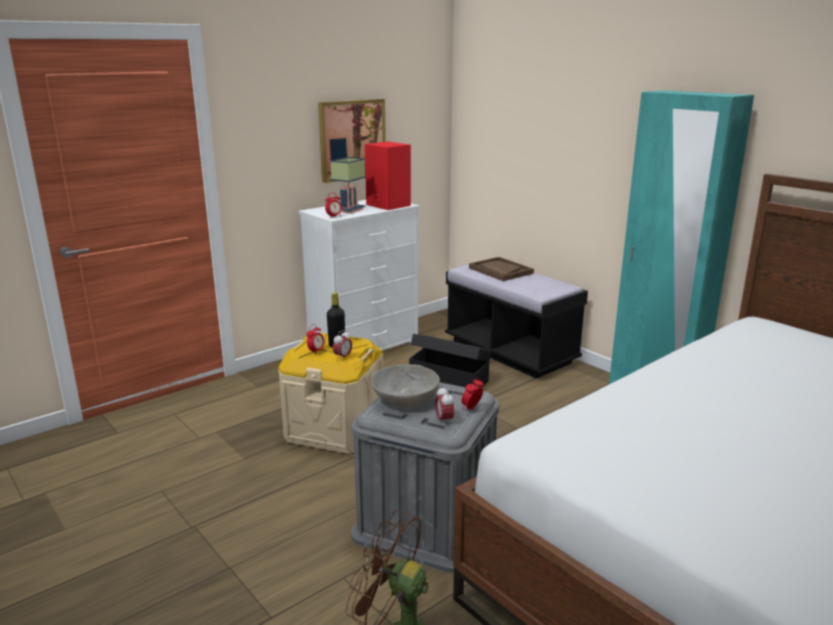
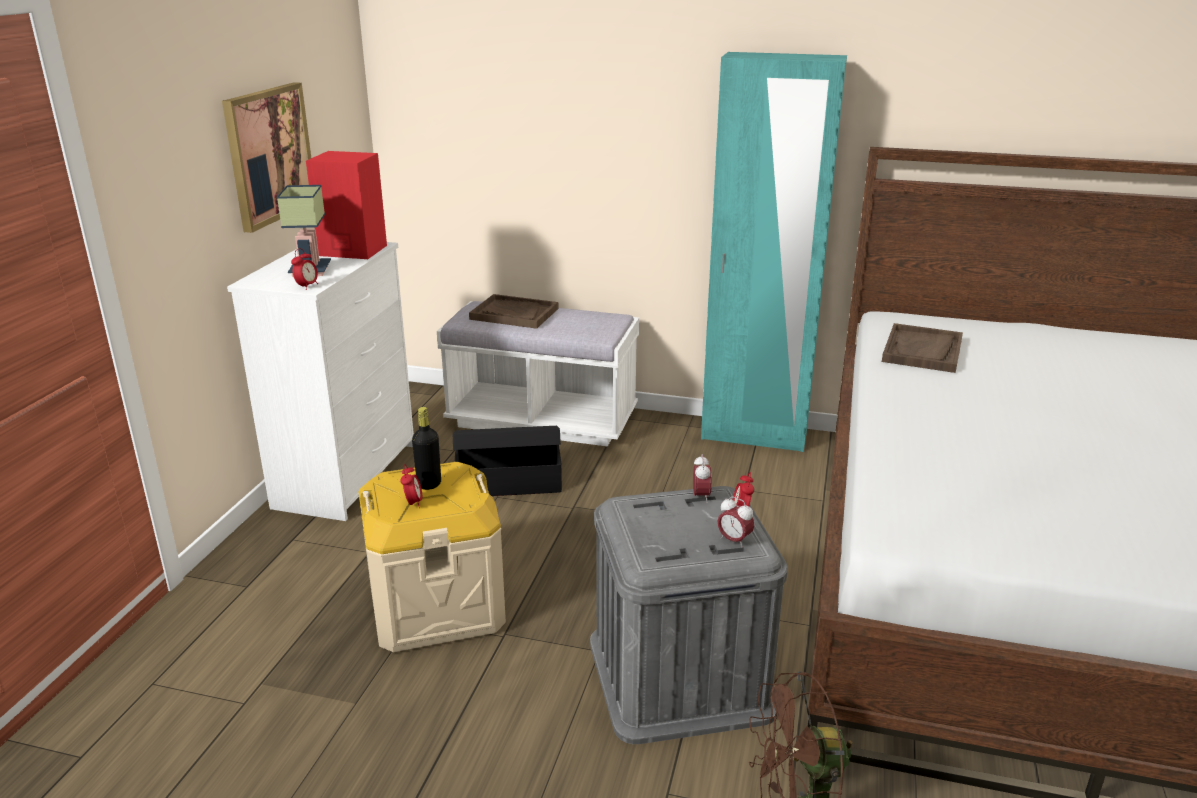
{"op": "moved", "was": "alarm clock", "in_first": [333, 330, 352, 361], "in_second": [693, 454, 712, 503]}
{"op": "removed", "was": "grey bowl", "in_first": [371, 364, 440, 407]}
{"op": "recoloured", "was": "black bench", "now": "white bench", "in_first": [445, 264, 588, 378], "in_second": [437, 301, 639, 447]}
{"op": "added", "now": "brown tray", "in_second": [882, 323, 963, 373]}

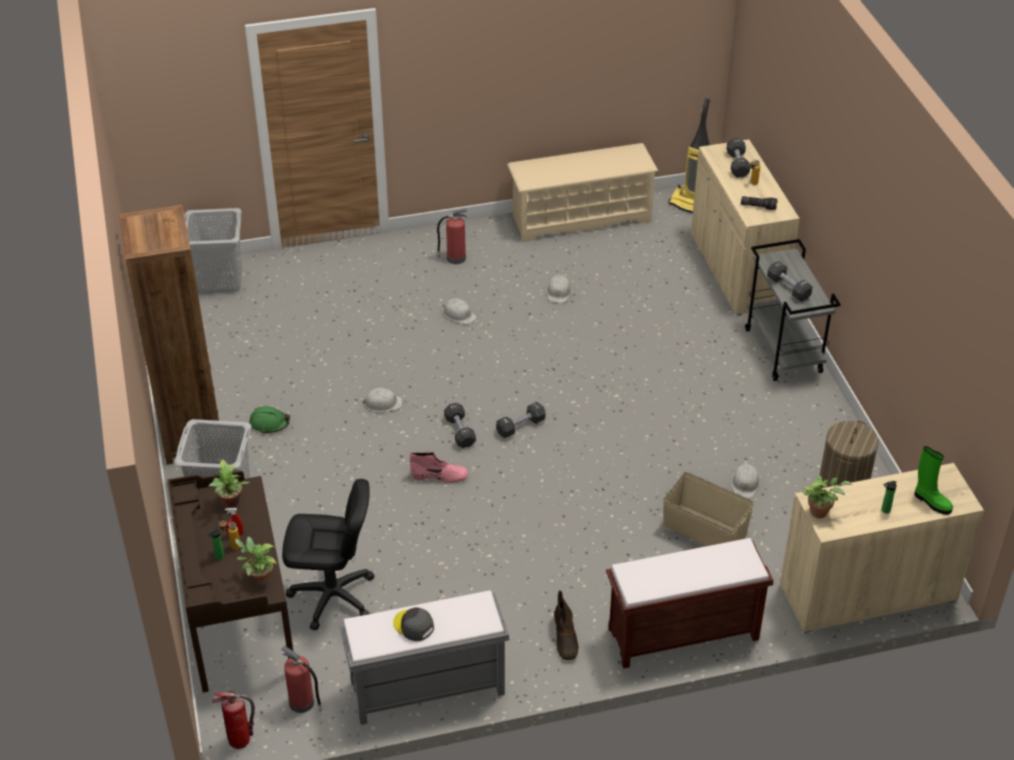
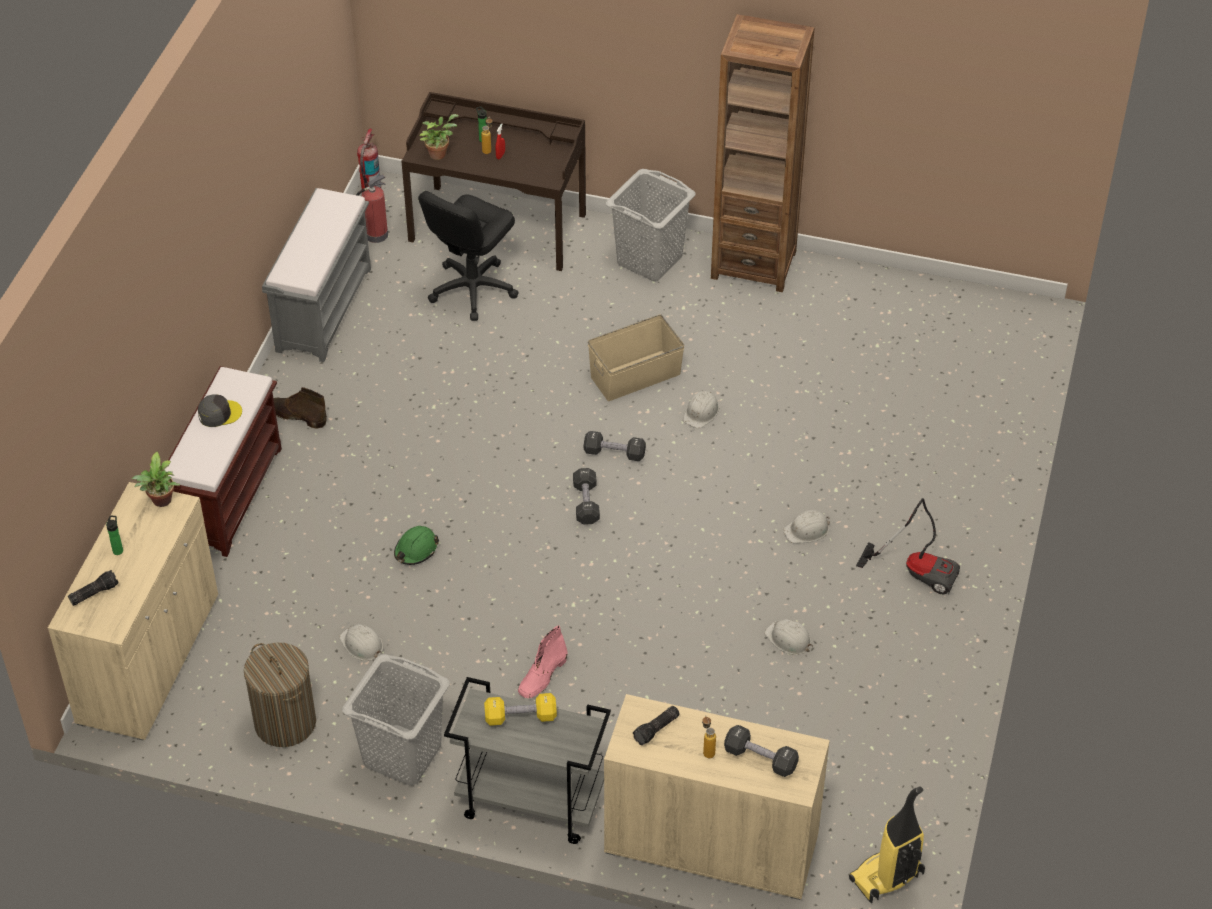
{"op": "moved", "was": "grey laundry basket", "in_first": [184, 208, 242, 294], "in_second": [342, 654, 450, 785]}
{"op": "removed", "was": "potted plant", "in_first": [208, 459, 250, 508]}
{"op": "moved", "was": "green hard hat", "in_first": [249, 406, 290, 434], "in_second": [394, 526, 439, 565]}
{"op": "moved", "was": "grey cap", "in_first": [393, 607, 434, 641], "in_second": [198, 394, 242, 427]}
{"op": "moved", "was": "pink boot", "in_first": [410, 451, 468, 483], "in_second": [518, 625, 568, 698]}
{"op": "replaced", "was": "fire extinguisher", "now": "vacuum cleaner", "in_first": [437, 209, 467, 264], "in_second": [856, 498, 960, 595]}
{"op": "removed", "was": "beige shoe rack", "in_first": [507, 143, 658, 242]}
{"op": "moved", "was": "beige storage box", "in_first": [663, 472, 754, 546], "in_second": [588, 314, 685, 401]}
{"op": "recoloured", "was": "black dumbbell", "now": "yellow dumbbell", "in_first": [767, 261, 813, 301], "in_second": [484, 693, 557, 726]}
{"op": "replaced", "was": "green boot", "now": "flashlight", "in_first": [914, 446, 953, 515], "in_second": [68, 570, 119, 606]}

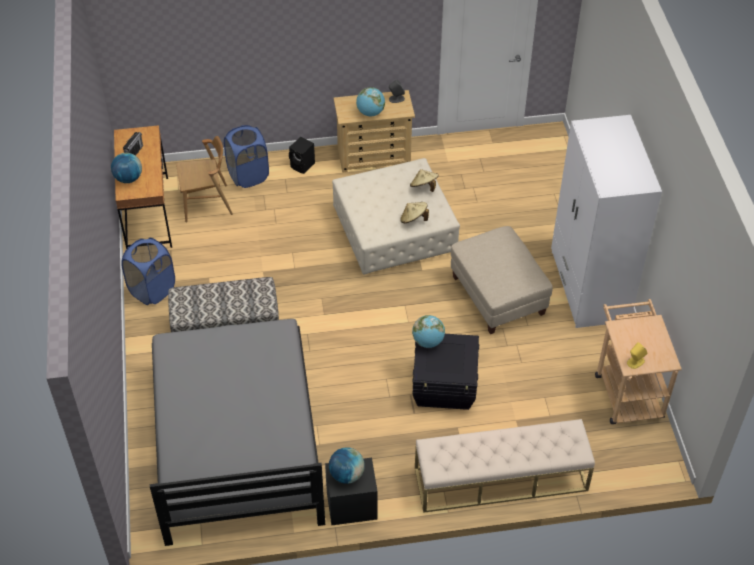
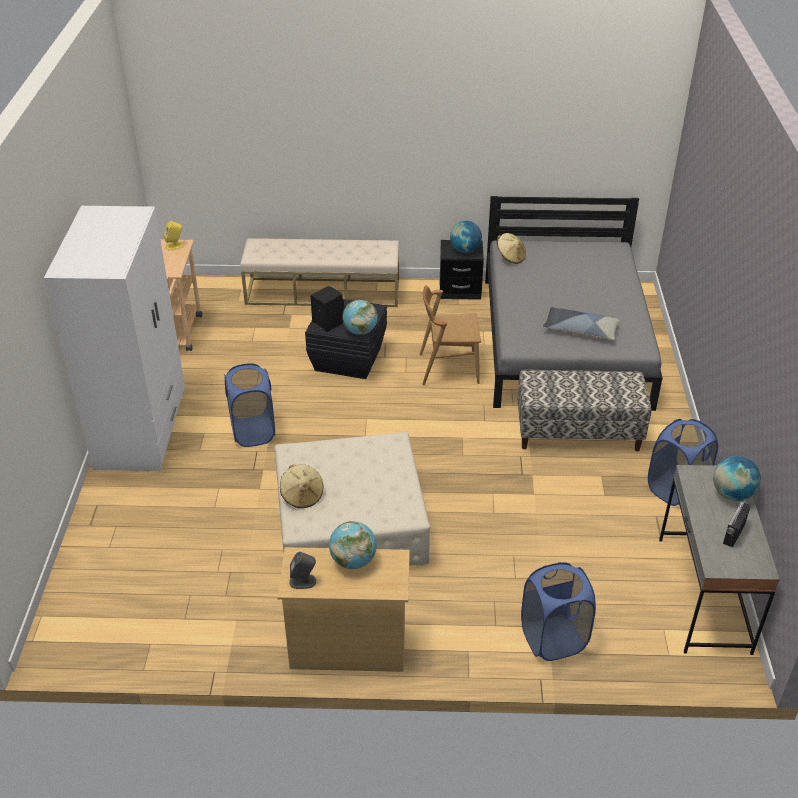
{"op": "recoloured", "was": "brown desk", "now": "grey desk", "in_first": [114, 125, 172, 249], "in_second": [659, 465, 780, 655]}
{"op": "moved", "was": "brown chair", "in_first": [176, 136, 233, 223], "in_second": [420, 286, 481, 385]}
{"op": "moved", "was": "black speaker", "in_first": [289, 137, 315, 174], "in_second": [310, 286, 344, 332]}
{"op": "moved", "was": "beige hat", "in_first": [400, 202, 429, 223], "in_second": [497, 233, 526, 264]}
{"op": "replaced", "was": "beige ottoman", "now": "blue laundry basket", "in_first": [451, 226, 553, 334], "in_second": [225, 363, 275, 447]}
{"op": "added", "now": "pillow", "in_second": [543, 307, 620, 340]}

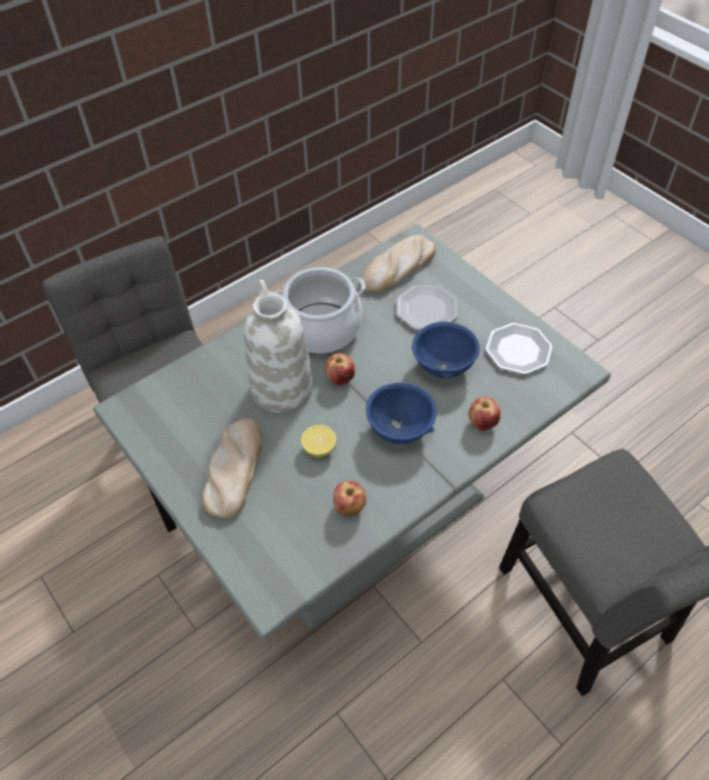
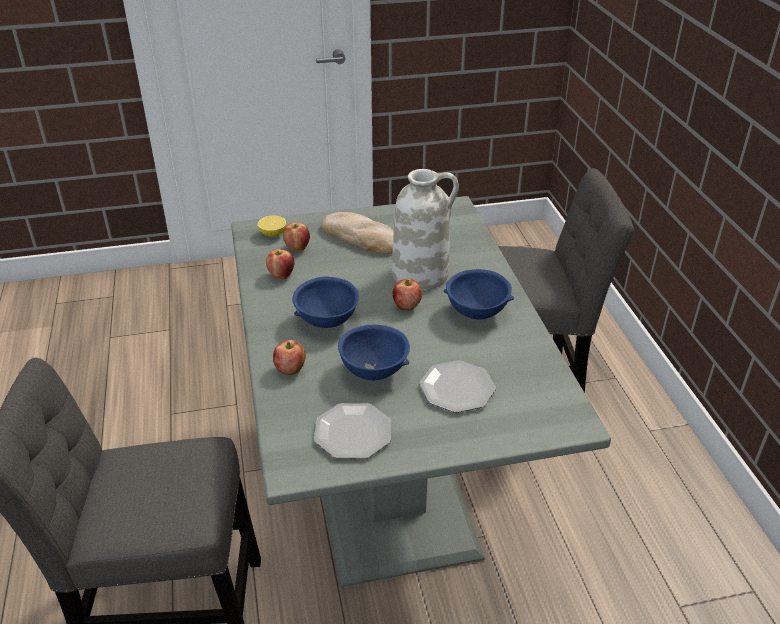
{"op": "replaced", "was": "cooking pot", "now": "blue bowl", "in_first": [273, 267, 366, 353], "in_second": [444, 269, 514, 319]}
{"op": "moved", "was": "lemon", "in_first": [301, 425, 336, 457], "in_second": [258, 216, 286, 237]}
{"op": "removed", "was": "bread", "in_first": [359, 235, 436, 292]}
{"op": "added", "now": "apple", "in_second": [283, 223, 310, 251]}

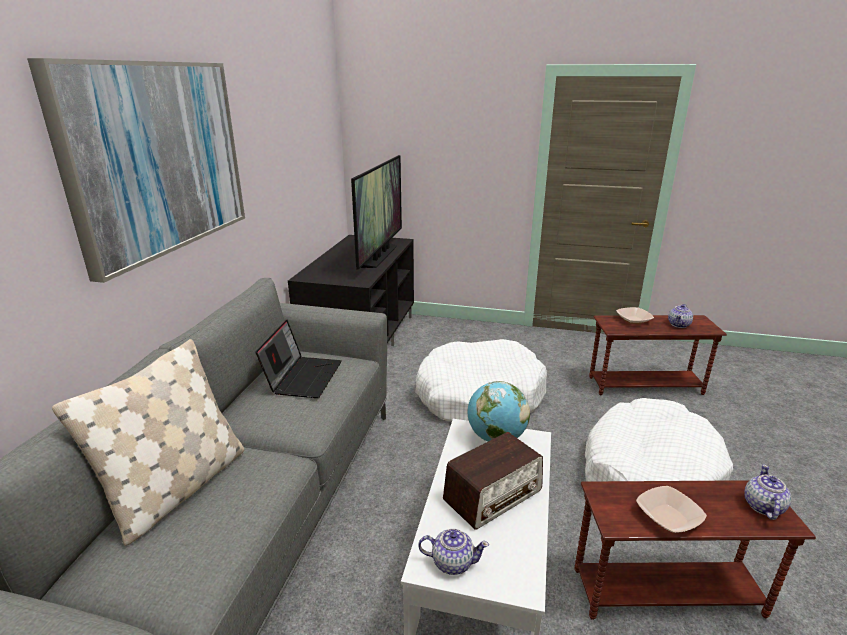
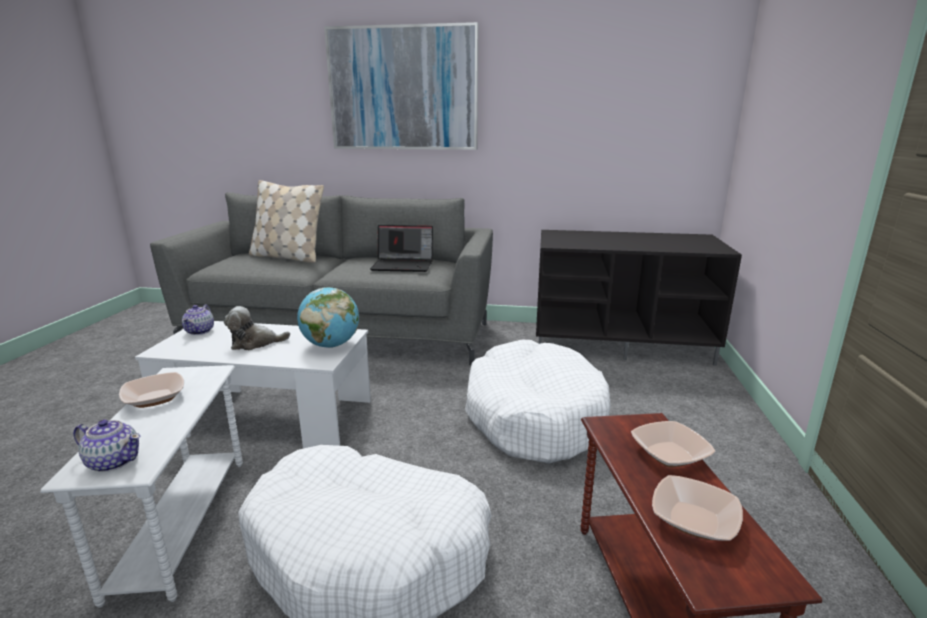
{"op": "removed", "was": "television", "in_first": [351, 155, 402, 270]}
{"op": "replaced", "was": "radio", "now": "plush toy", "in_first": [443, 432, 543, 530], "in_second": [224, 306, 290, 350]}
{"op": "recoloured", "was": "brown side table", "now": "white side table", "in_first": [574, 480, 816, 620], "in_second": [40, 365, 243, 608]}
{"op": "replaced", "was": "teapot", "now": "bowl", "in_first": [668, 304, 693, 328], "in_second": [652, 475, 743, 541]}

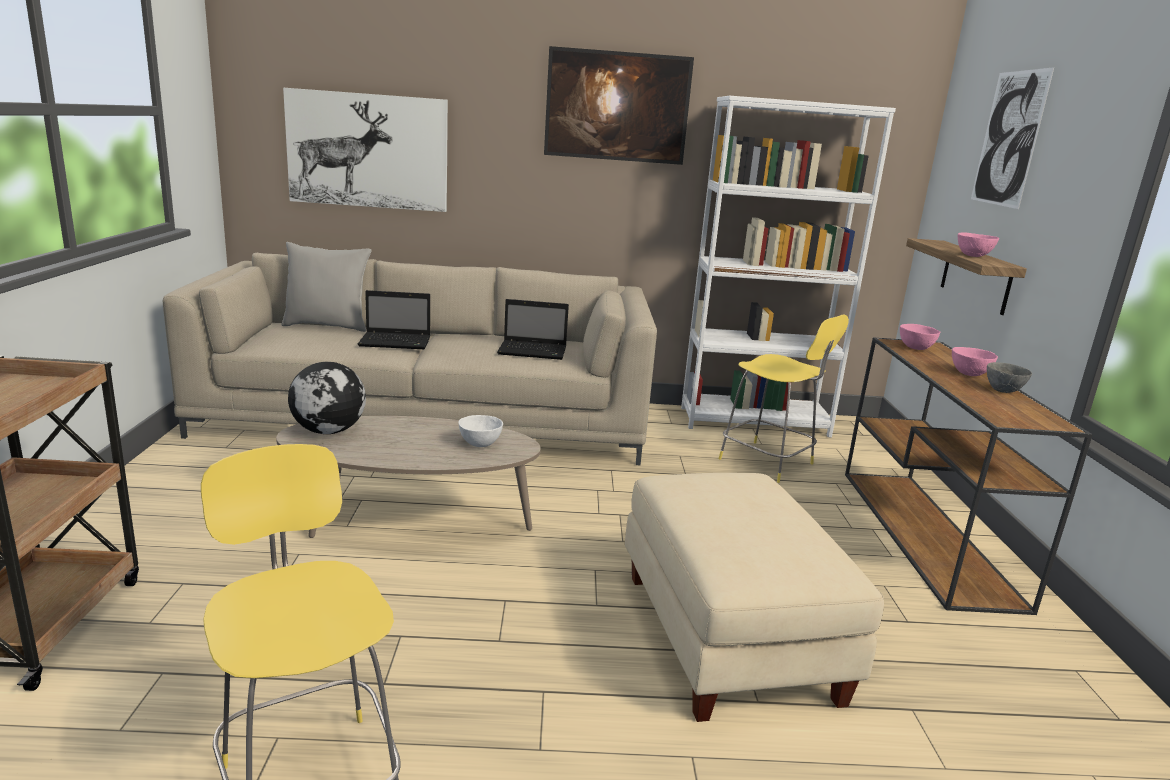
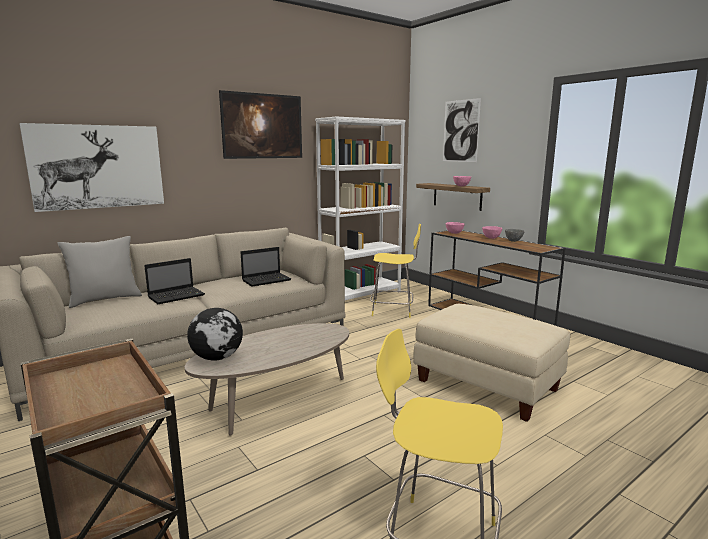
{"op": "removed", "was": "white bowl", "in_first": [459, 415, 503, 447]}

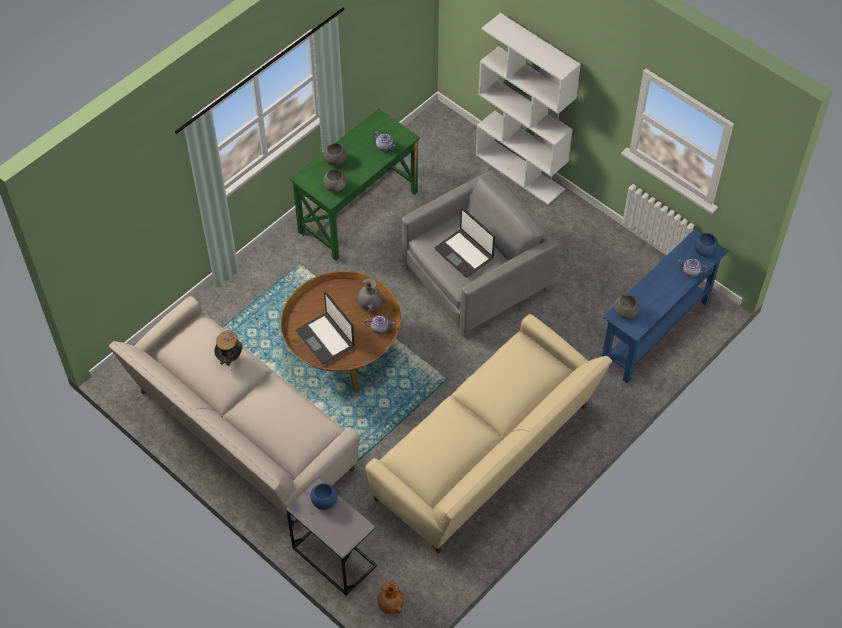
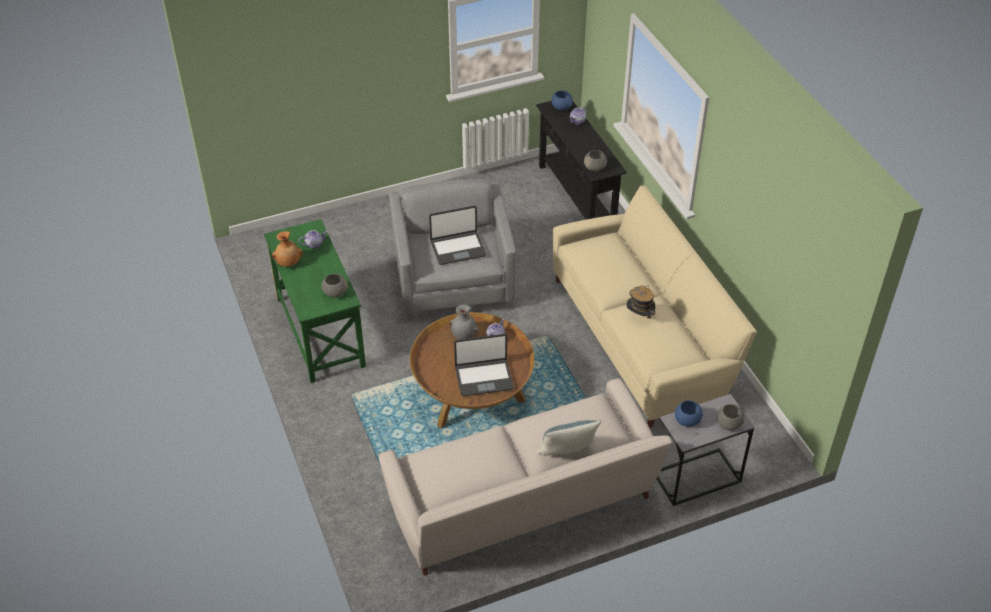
{"op": "moved", "was": "hat", "in_first": [214, 330, 243, 366], "in_second": [626, 285, 656, 319]}
{"op": "moved", "was": "grey bowl", "in_first": [323, 143, 347, 166], "in_second": [717, 404, 745, 431]}
{"op": "moved", "was": "brown vase", "in_first": [377, 581, 404, 614], "in_second": [272, 231, 303, 267]}
{"op": "removed", "was": "white bookcase", "in_first": [476, 13, 581, 205]}
{"op": "recoloured", "was": "blue console table", "now": "black console table", "in_first": [602, 229, 728, 383], "in_second": [536, 101, 627, 220]}
{"op": "added", "now": "pillow", "in_second": [537, 420, 602, 455]}

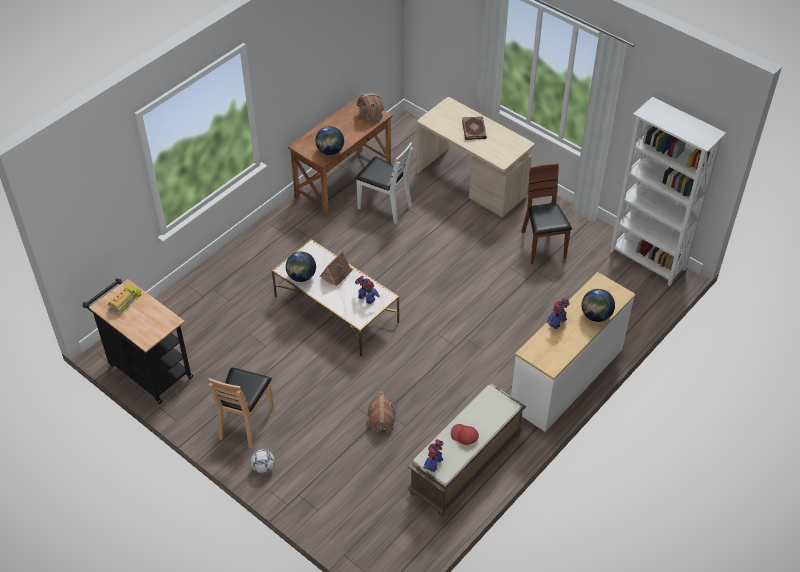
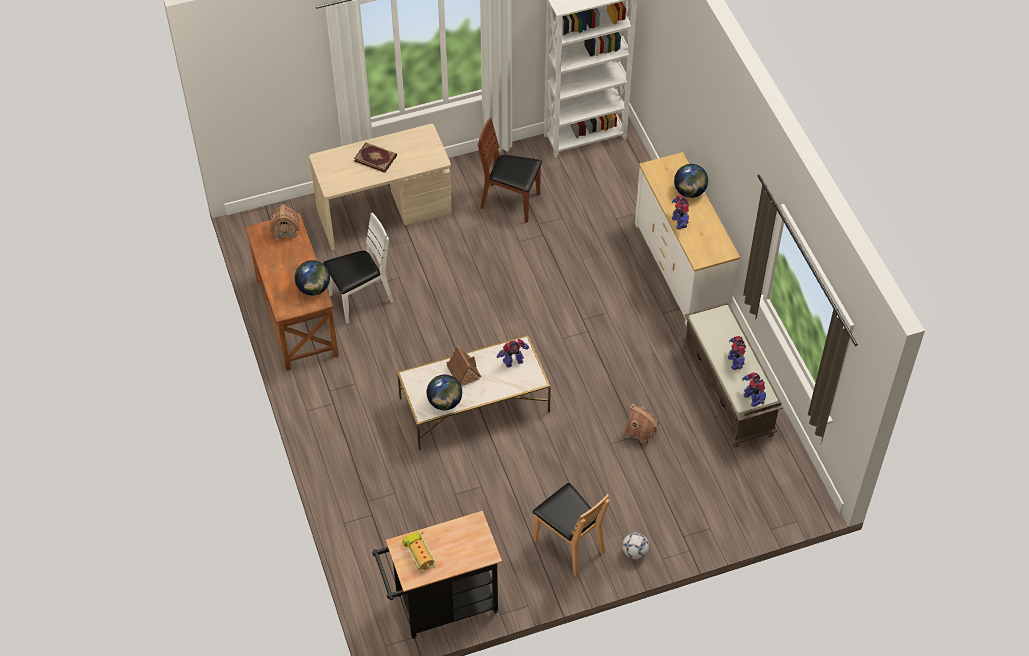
{"op": "replaced", "was": "red cap", "now": "toy robot", "in_first": [451, 424, 479, 445], "in_second": [728, 336, 746, 370]}

